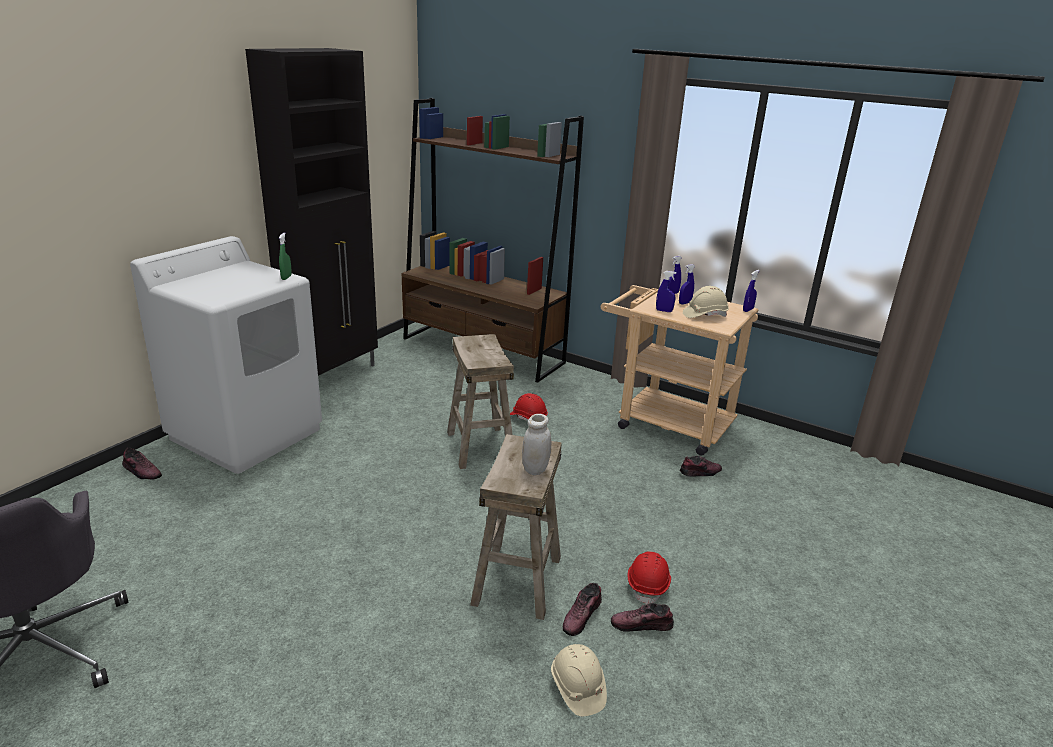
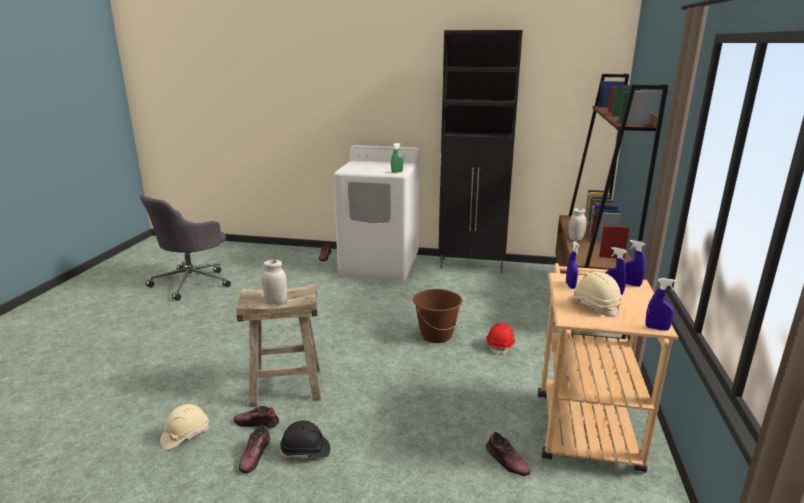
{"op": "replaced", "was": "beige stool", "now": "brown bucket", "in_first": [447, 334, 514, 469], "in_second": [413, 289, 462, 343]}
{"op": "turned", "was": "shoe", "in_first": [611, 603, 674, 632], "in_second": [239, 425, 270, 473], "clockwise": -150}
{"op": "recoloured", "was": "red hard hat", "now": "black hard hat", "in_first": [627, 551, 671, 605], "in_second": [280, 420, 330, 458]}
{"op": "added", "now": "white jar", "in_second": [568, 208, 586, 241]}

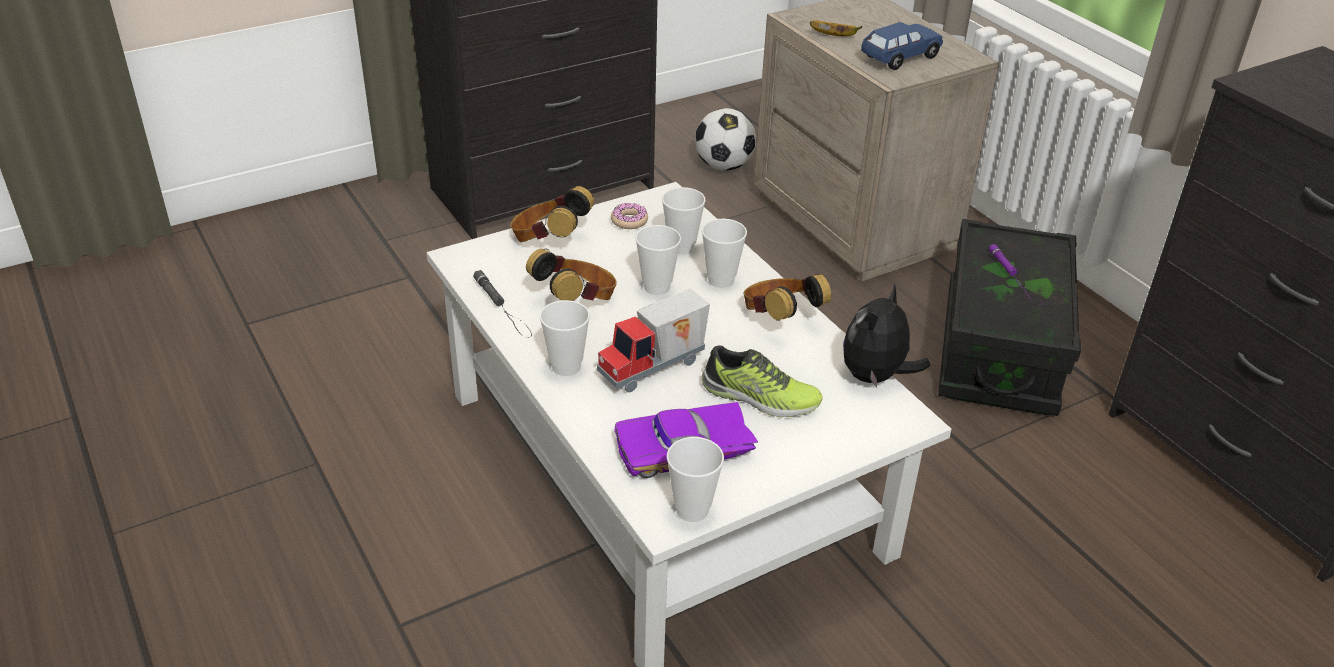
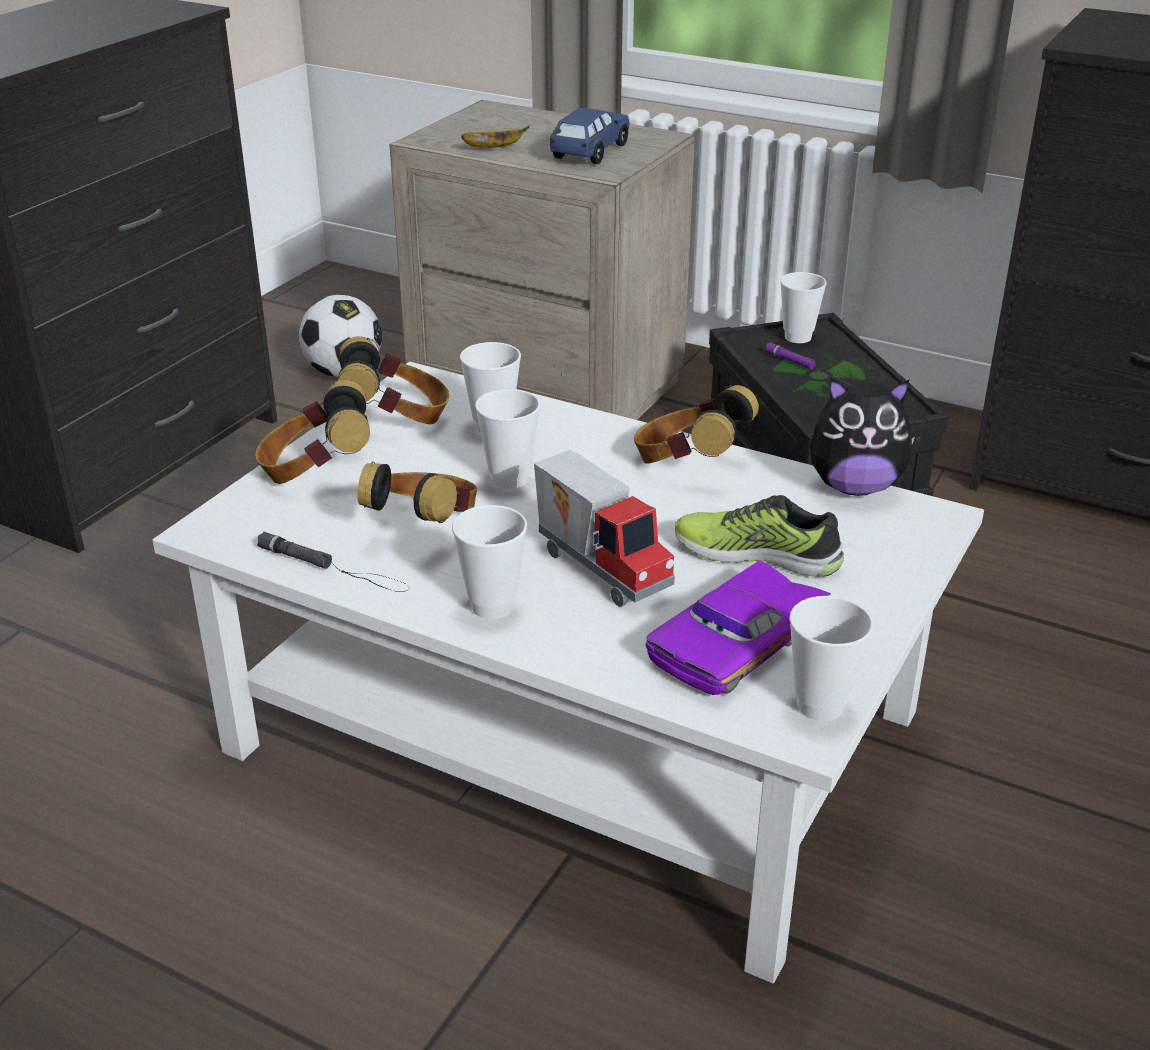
{"op": "turned", "was": "toy truck", "in_first": [597, 288, 710, 393], "in_second": [534, 449, 675, 607], "clockwise": -60}
{"op": "replaced", "was": "donut", "now": "headphones", "in_first": [611, 203, 648, 229], "in_second": [338, 336, 449, 424]}
{"op": "moved", "was": "cup", "in_first": [702, 219, 747, 288], "in_second": [780, 272, 827, 343]}
{"op": "turned", "was": "shoe", "in_first": [702, 346, 823, 417], "in_second": [675, 495, 844, 577], "clockwise": -150}
{"op": "turned", "was": "plush toy", "in_first": [843, 283, 930, 388], "in_second": [810, 378, 915, 496], "clockwise": -90}

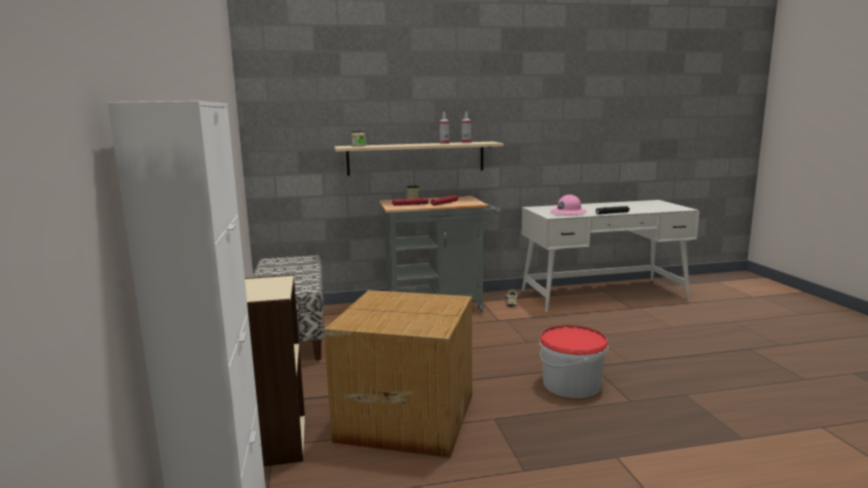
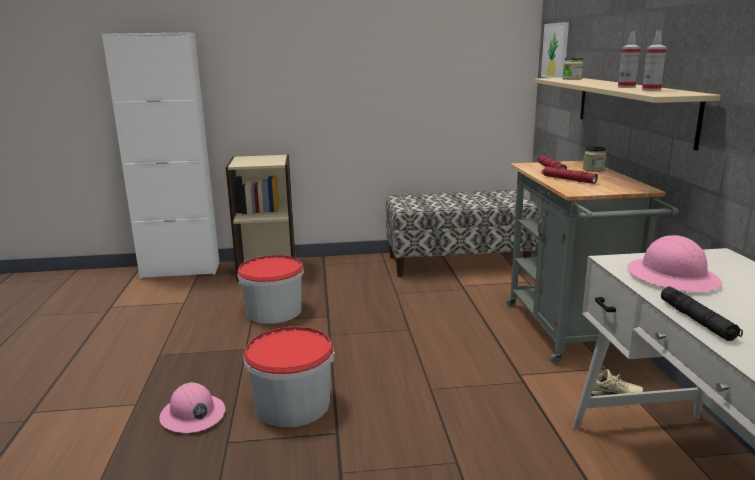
{"op": "replaced", "was": "cardboard box", "now": "bucket", "in_first": [324, 290, 472, 458], "in_second": [237, 255, 304, 324]}
{"op": "added", "now": "pink hard hat", "in_second": [159, 382, 226, 433]}
{"op": "added", "now": "picture", "in_second": [541, 22, 569, 78]}

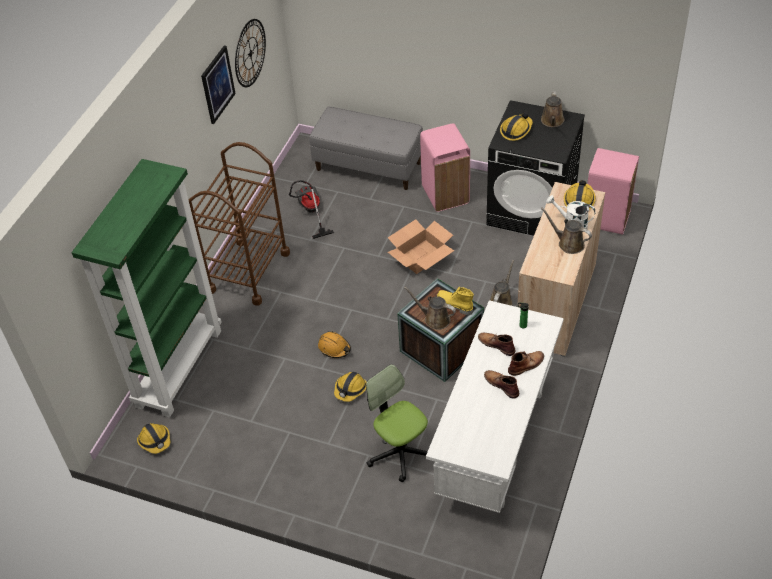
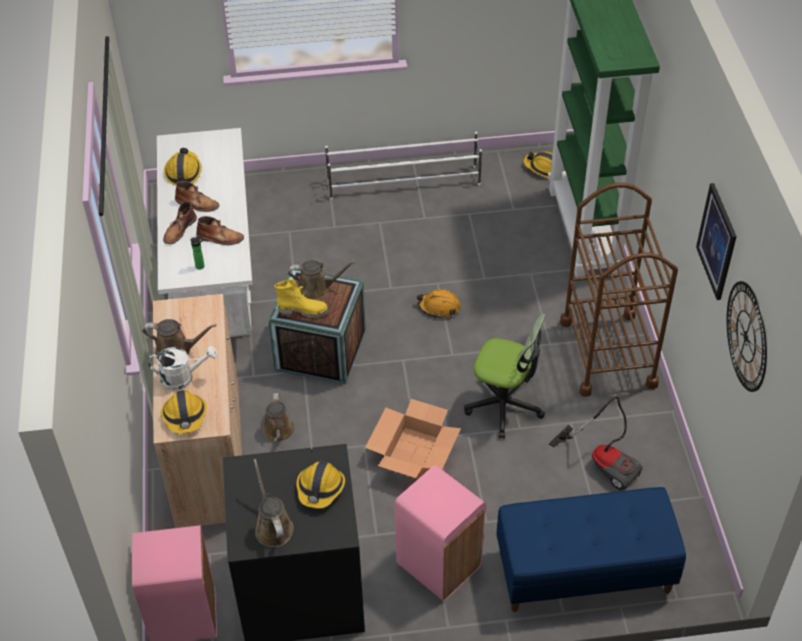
{"op": "recoloured", "was": "grey bench", "now": "blue bench", "in_first": [309, 107, 423, 190], "in_second": [496, 487, 686, 612]}
{"op": "moved", "was": "hard hat", "in_first": [334, 372, 366, 402], "in_second": [164, 148, 202, 186]}
{"op": "moved", "was": "office chair", "in_first": [366, 364, 428, 482], "in_second": [464, 314, 546, 439]}
{"op": "added", "now": "white shoe rack", "in_second": [325, 132, 482, 200]}

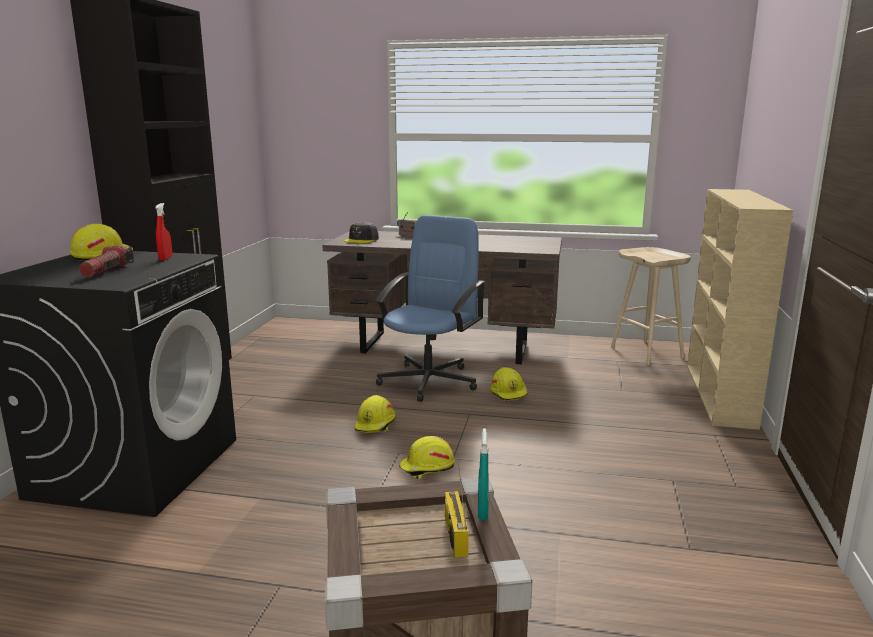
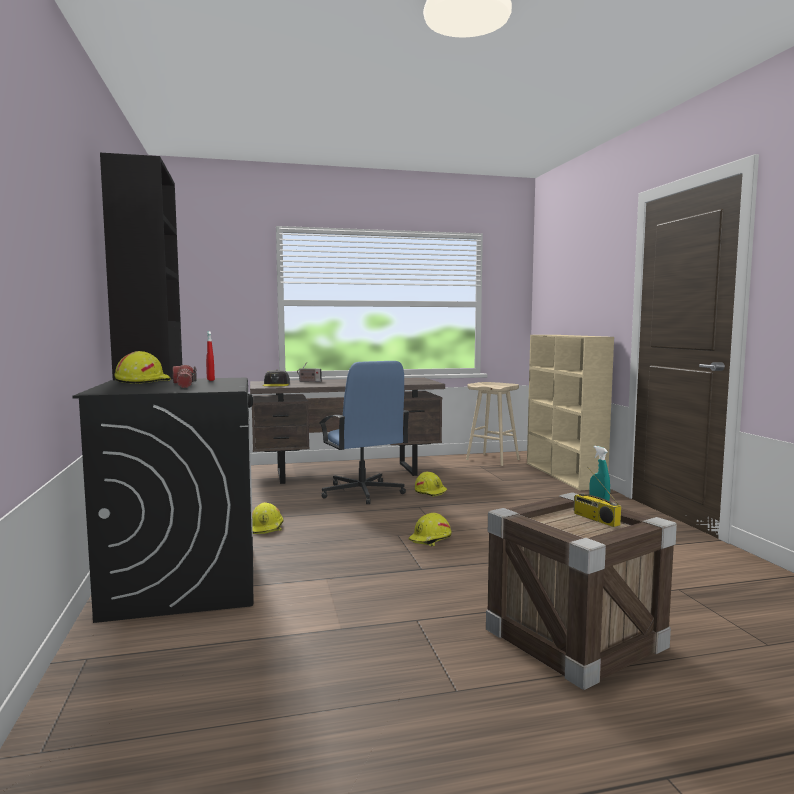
{"op": "moved", "was": "yellow hard hat", "in_first": [355, 395, 396, 433], "in_second": [252, 502, 283, 534]}
{"op": "turned", "was": "blue office chair", "in_first": [375, 215, 486, 402], "in_second": [319, 361, 410, 505], "clockwise": 150}

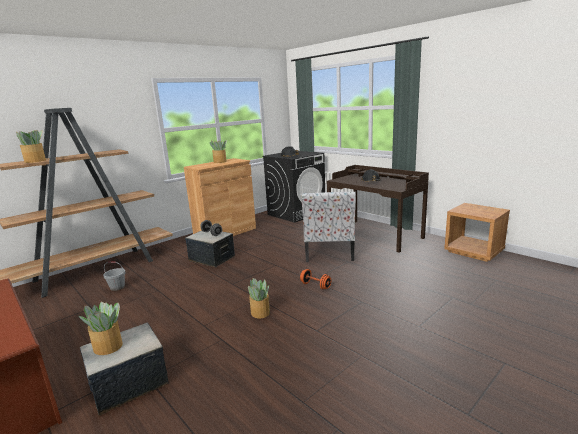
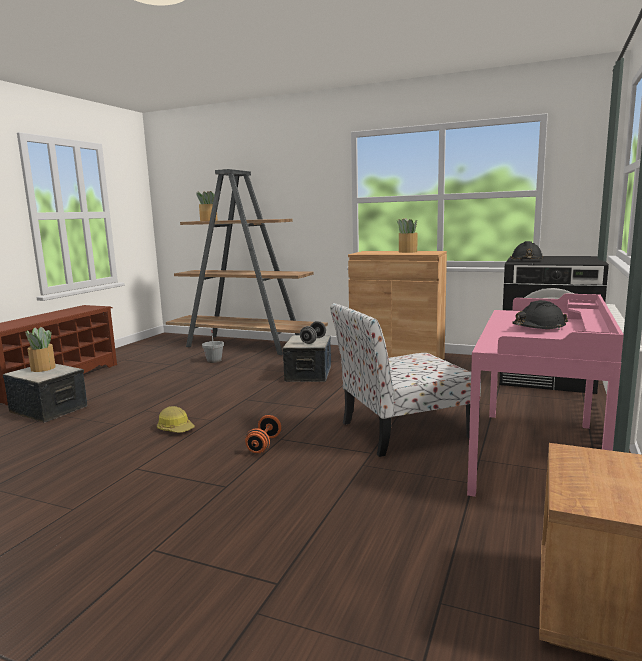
{"op": "replaced", "was": "potted plant", "now": "hard hat", "in_first": [248, 278, 270, 318], "in_second": [157, 406, 195, 433]}
{"op": "recoloured", "was": "brown desk", "now": "pink desk", "in_first": [327, 165, 429, 253], "in_second": [467, 294, 624, 497]}

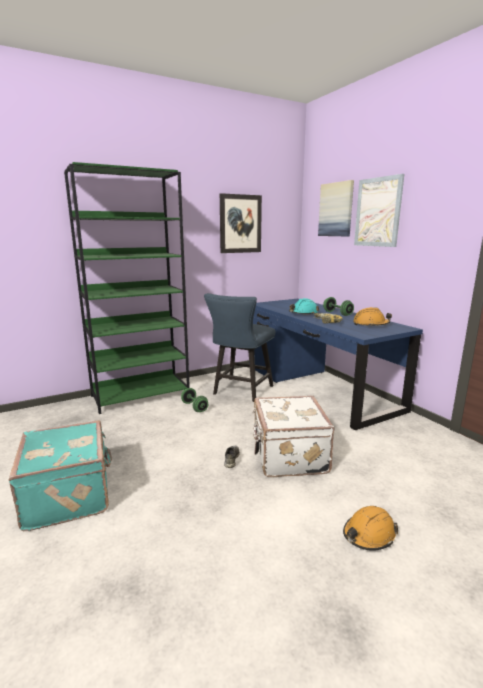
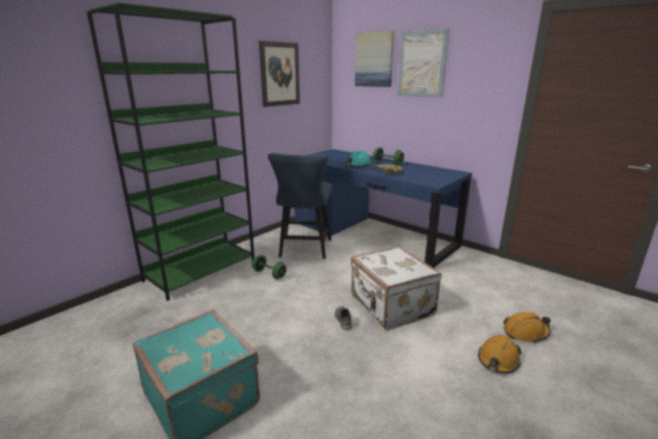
{"op": "moved", "was": "orange hard hat", "in_first": [353, 307, 392, 327], "in_second": [503, 312, 551, 343]}

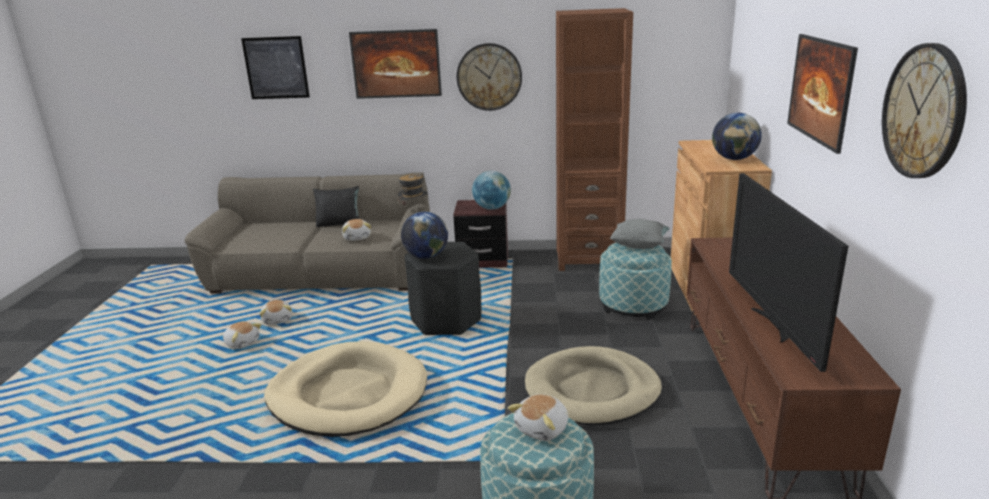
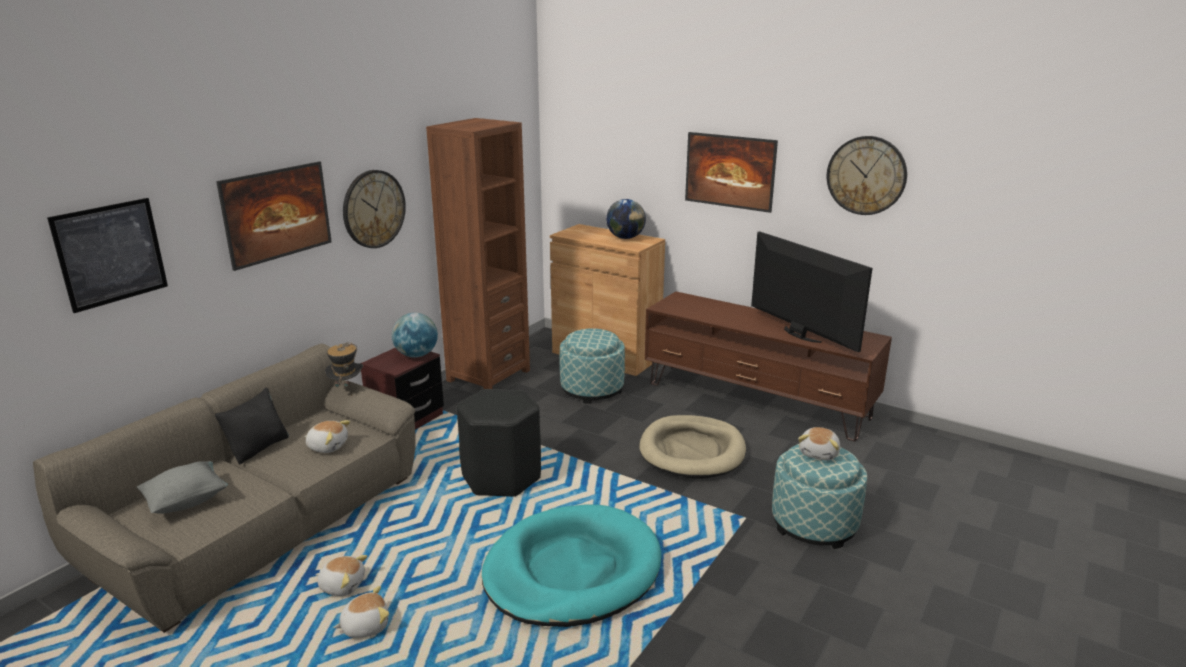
{"op": "recoloured", "was": "beige dog bed", "now": "turquoise dog bed", "in_first": [264, 341, 427, 437], "in_second": [482, 504, 662, 627]}
{"op": "removed", "was": "globe", "in_first": [401, 212, 448, 259]}
{"op": "turned", "was": "plush toy", "in_first": [508, 394, 568, 441], "in_second": [798, 427, 840, 460], "clockwise": 45}
{"op": "moved", "was": "grey pillow", "in_first": [610, 219, 670, 249], "in_second": [137, 461, 228, 514]}
{"op": "turned", "was": "television", "in_first": [729, 173, 848, 372], "in_second": [751, 231, 873, 352], "clockwise": -150}

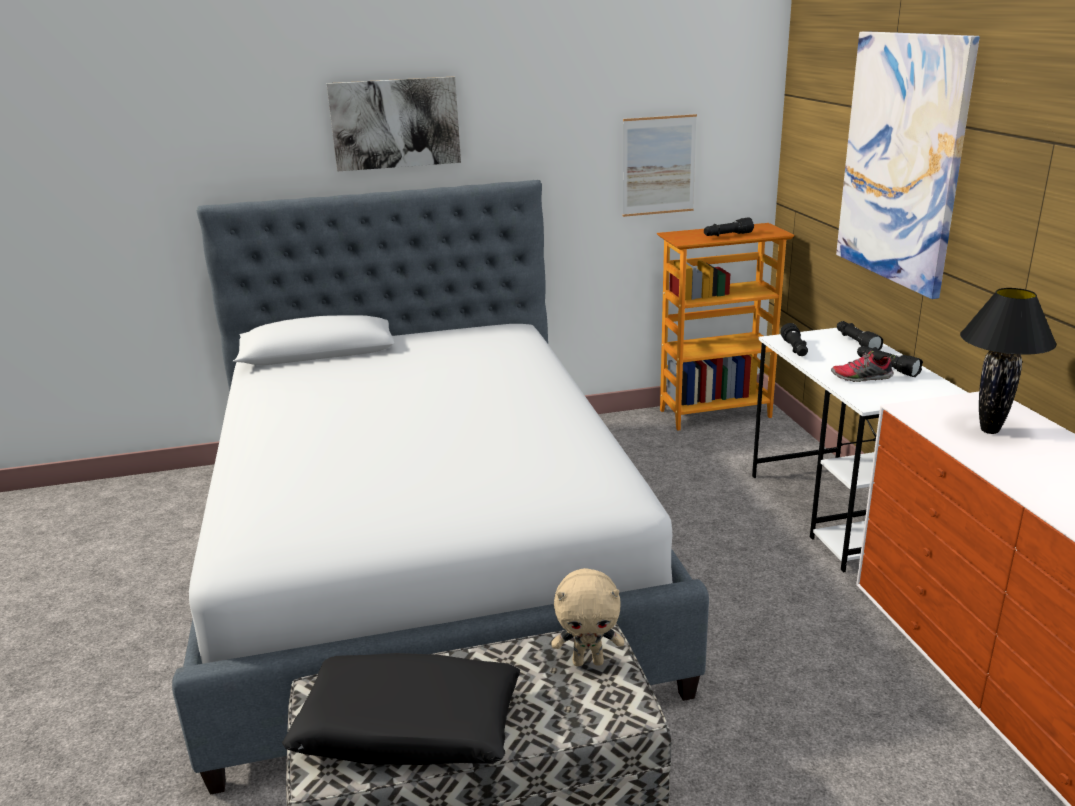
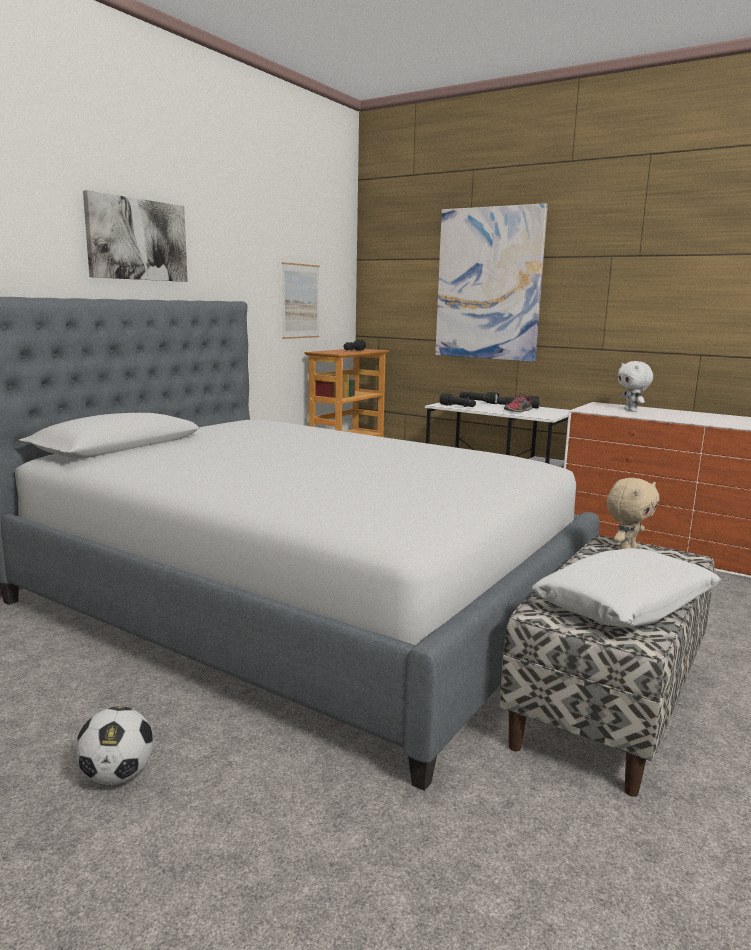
{"op": "recoloured", "was": "black pillow", "now": "white pillow", "in_first": [282, 653, 520, 765], "in_second": [532, 548, 721, 628]}
{"op": "replaced", "was": "black table lamp", "now": "white plush toy", "in_first": [960, 288, 1056, 434], "in_second": [618, 361, 653, 412]}
{"op": "added", "now": "football", "in_second": [76, 706, 153, 785]}

